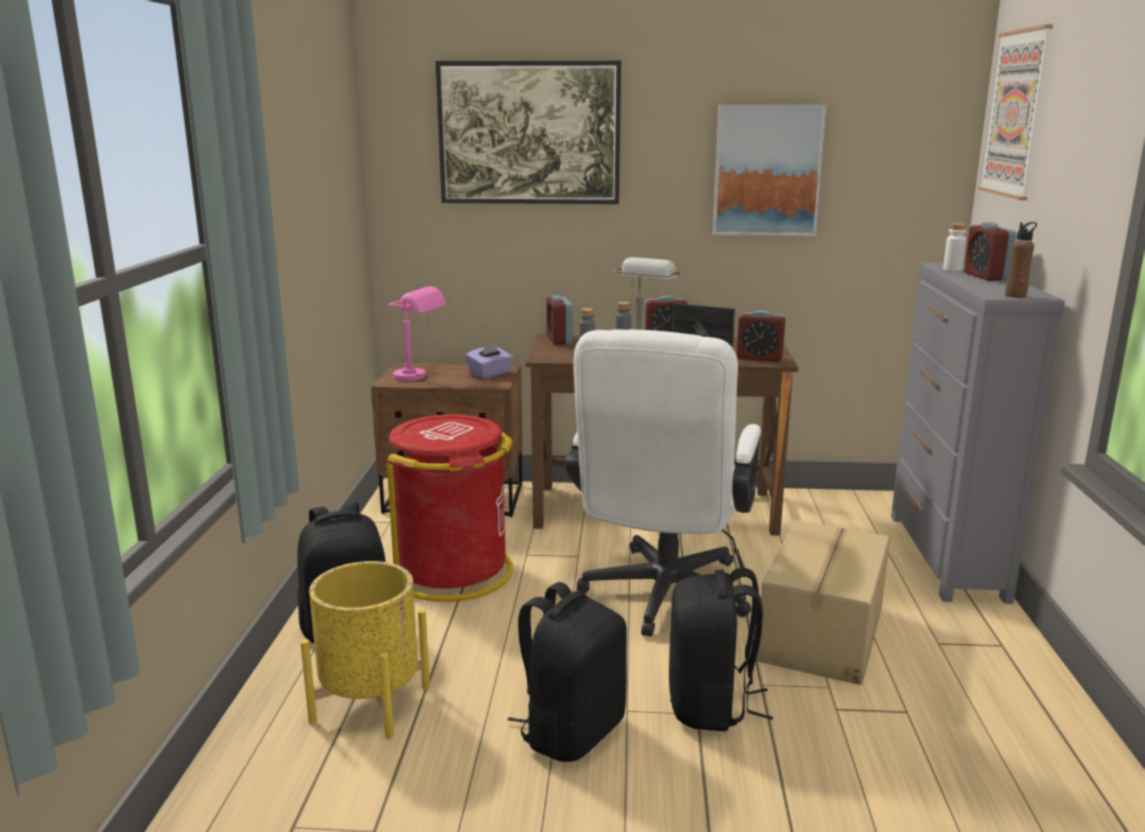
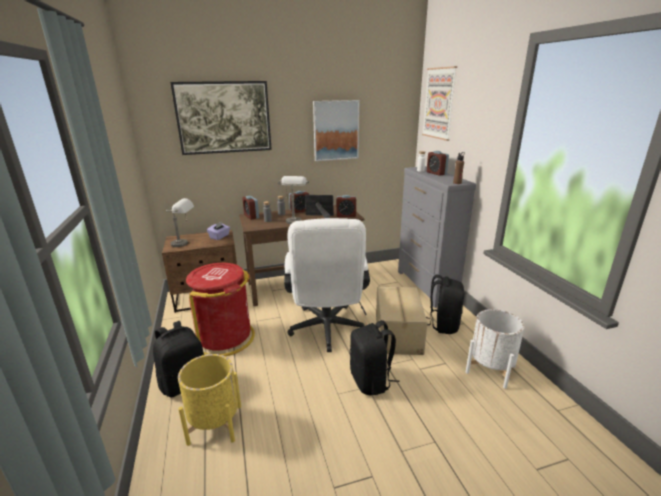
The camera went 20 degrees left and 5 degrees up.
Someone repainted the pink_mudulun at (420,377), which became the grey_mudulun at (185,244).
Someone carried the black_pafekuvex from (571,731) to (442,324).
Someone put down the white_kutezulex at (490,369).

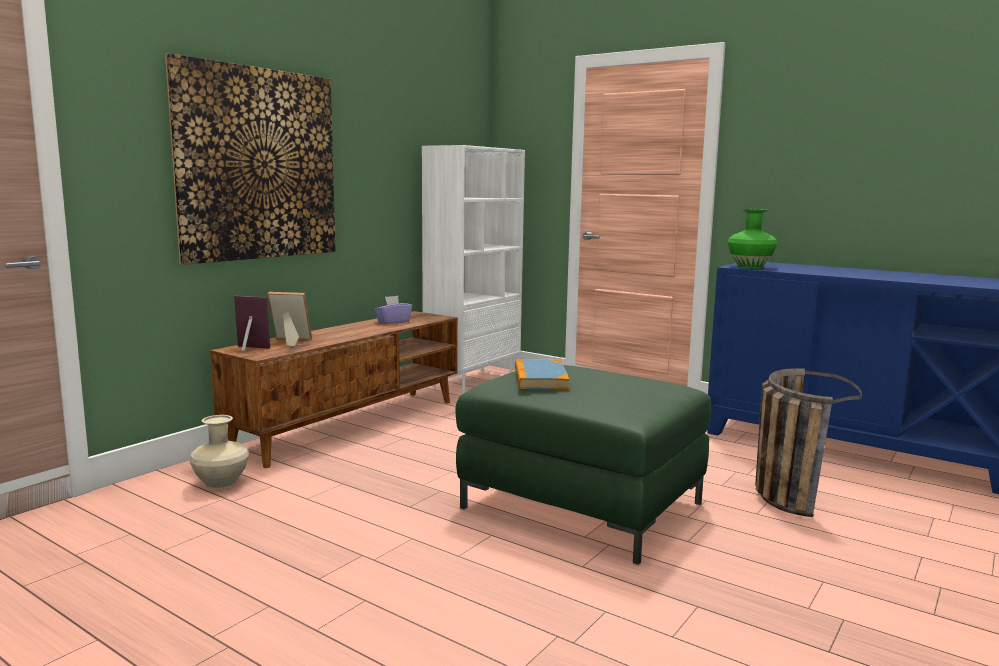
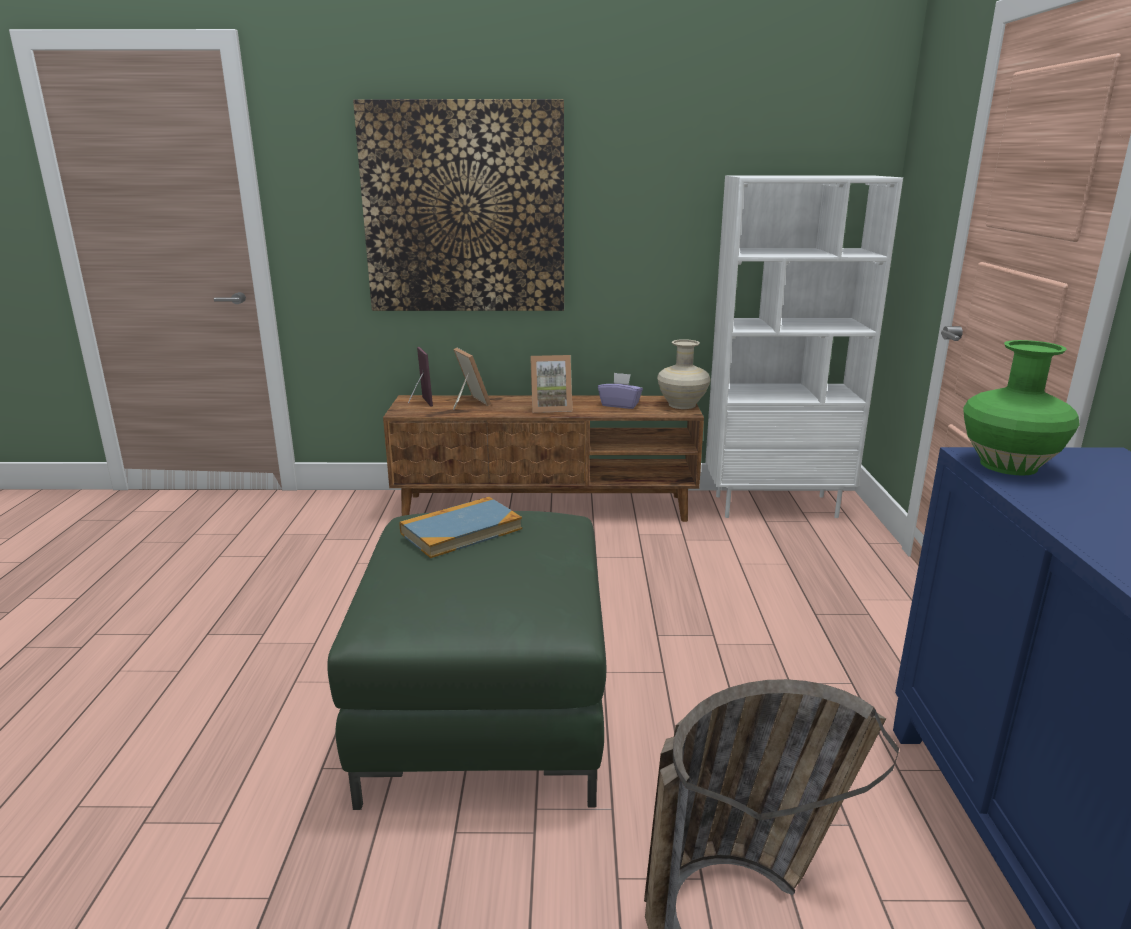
The camera went 55 degrees right and 10 degrees up.
Someone put down the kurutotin at (550,408).
Someone carried the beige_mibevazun from (220,484) to (681,405).

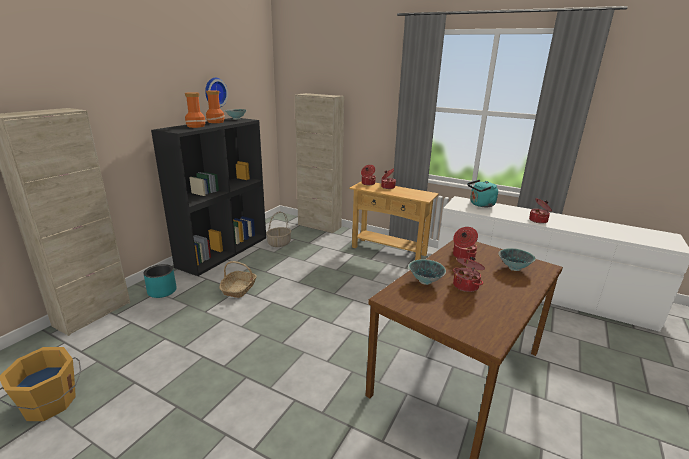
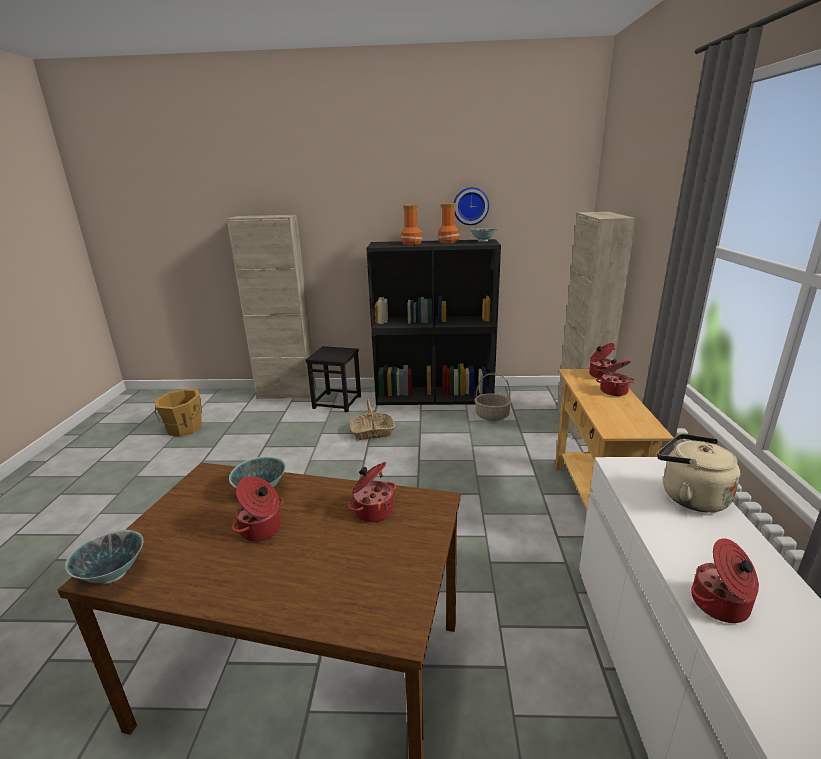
The camera went 65 degrees right and 0 degrees up.
Someone carried the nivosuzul from (514,268) to (113,575).
Someone swapped the turquoise_kutezulex at (162,291) for the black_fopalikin at (337,402).
Someone repainted the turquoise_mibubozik at (481,205), which became the beige_mibubozik at (689,496).

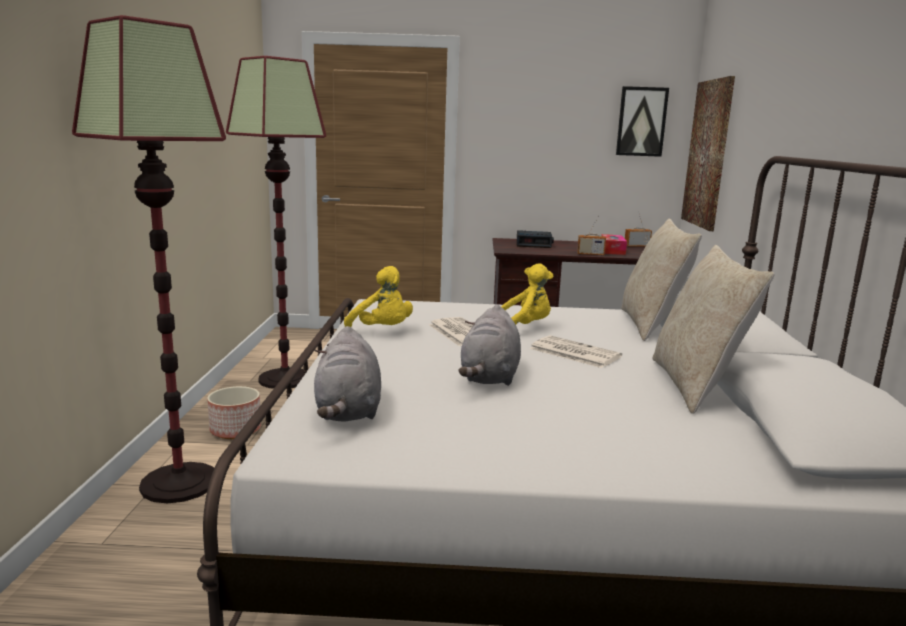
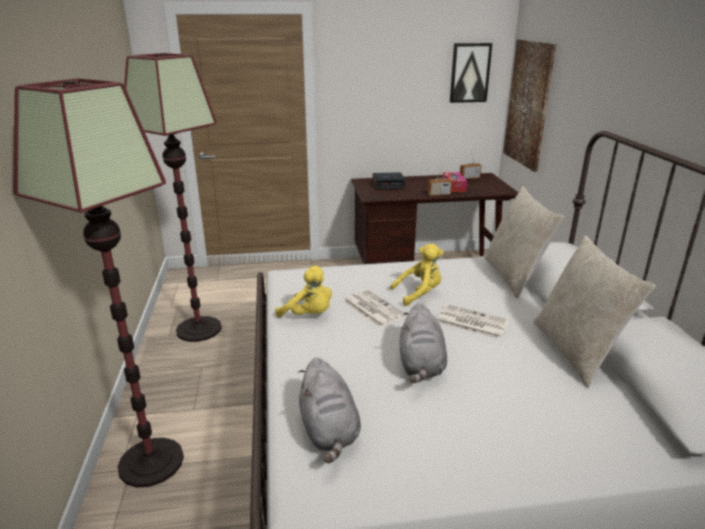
The camera went 10 degrees left and 10 degrees up.
Someone took away the kutezulex at (236,430).

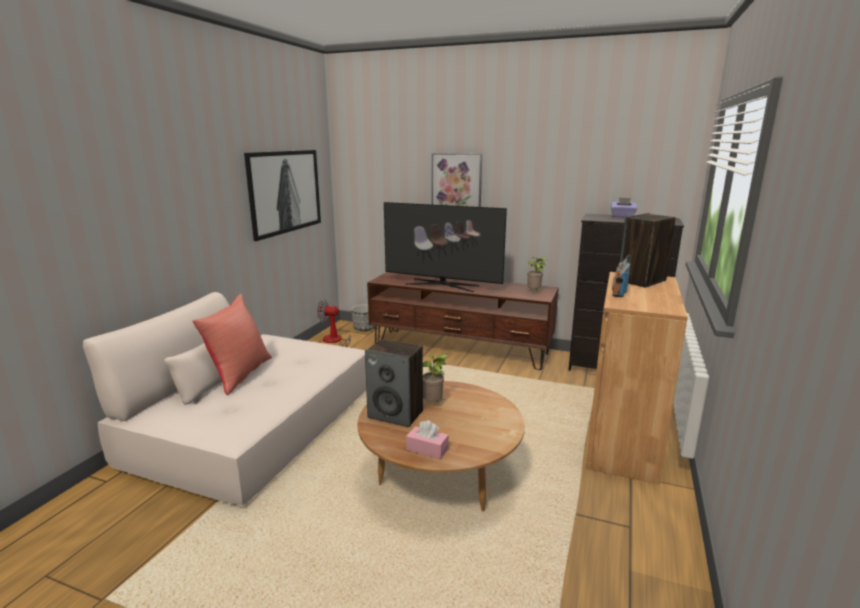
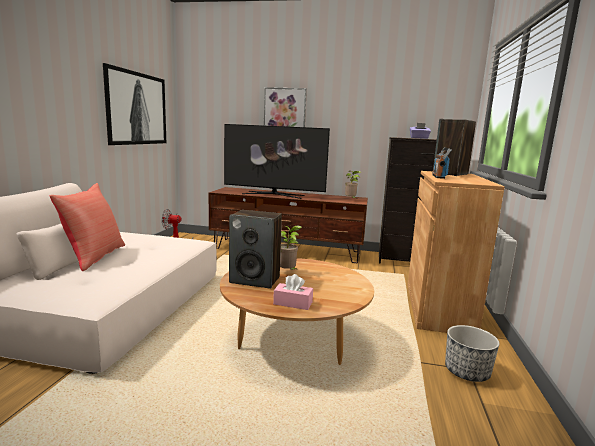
The camera went 10 degrees left and 5 degrees down.
Someone carried the kutezulex from (365,328) to (466,372).

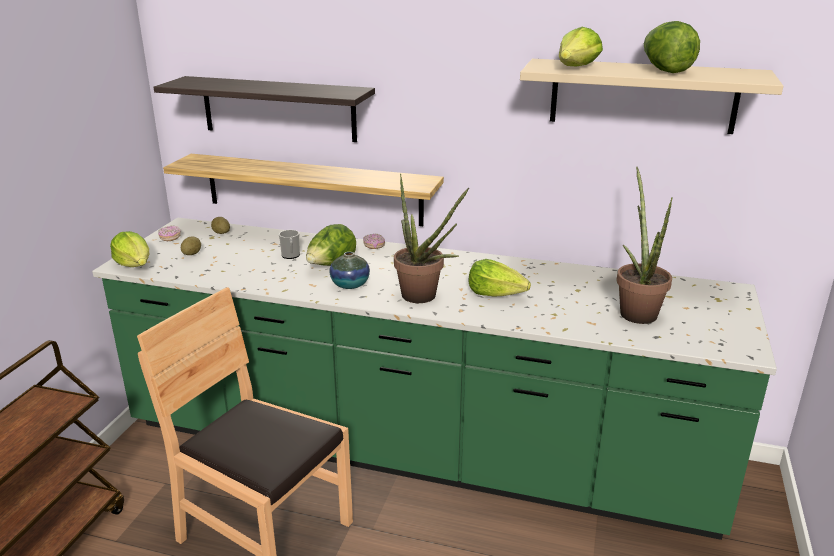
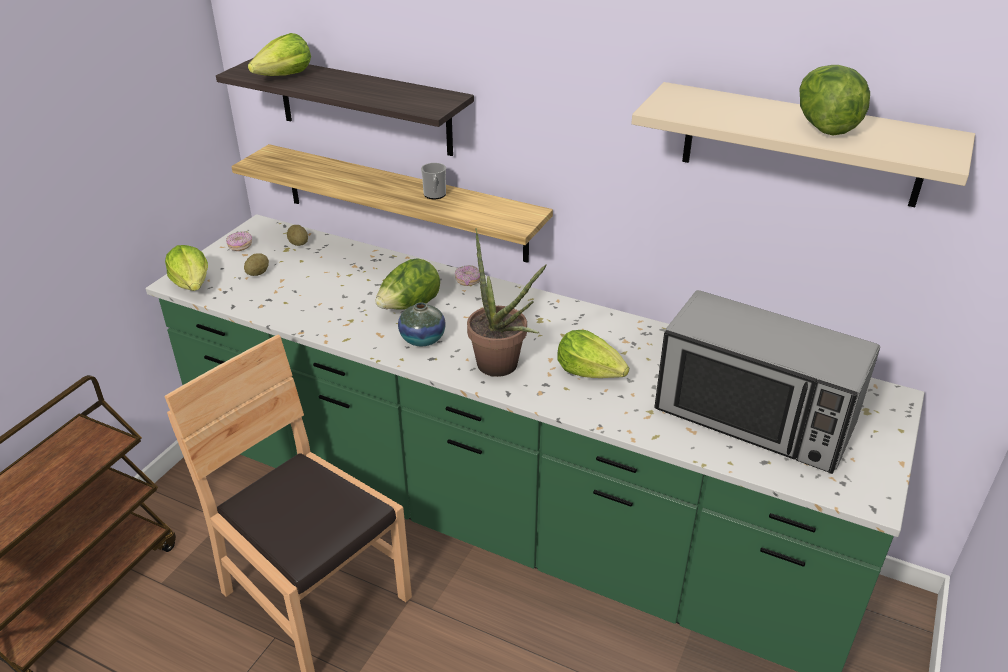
The camera went 10 degrees right and 10 degrees up.
Someone carried the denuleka from (576,68) to (285,77).
Someone carried the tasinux from (291,256) to (435,195).
Someone swapped the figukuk at (636,311) for the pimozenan at (753,418).

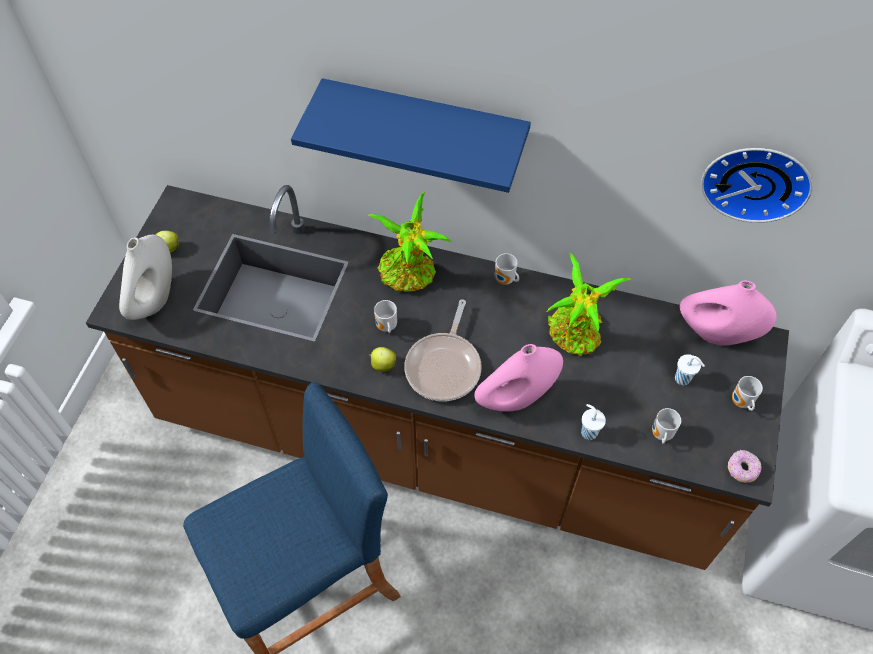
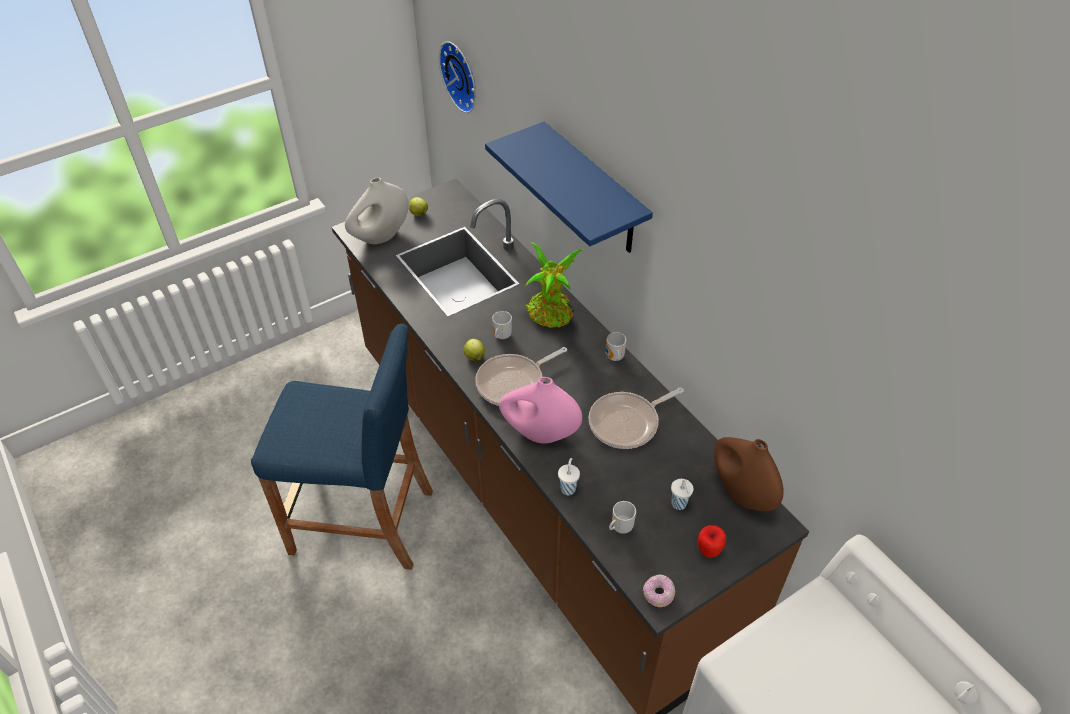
The camera went 40 degrees right and 10 degrees down.
Someone carried the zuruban from (756,180) to (462,75).
Someone swapped the figukuk at (575,335) for the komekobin at (627,423).
Someone swapped the tasinux at (740,402) for the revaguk at (708,551).
Someone repainted the pink_mibevazun at (716,334), which became the brown_mibevazun at (741,493).

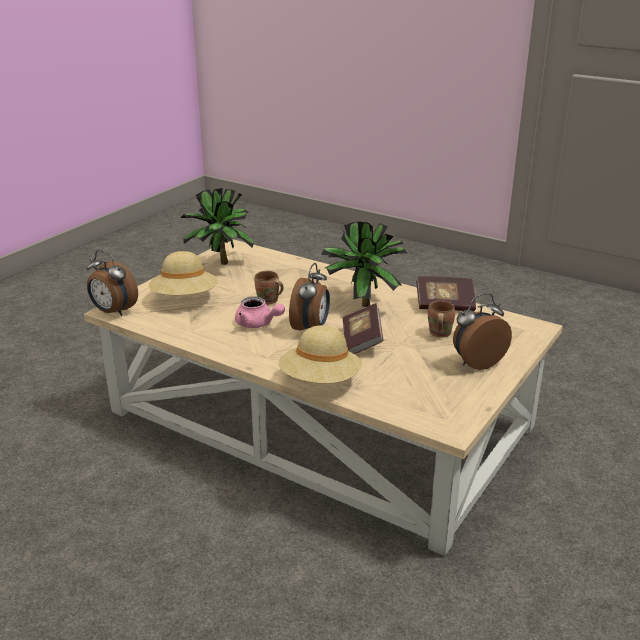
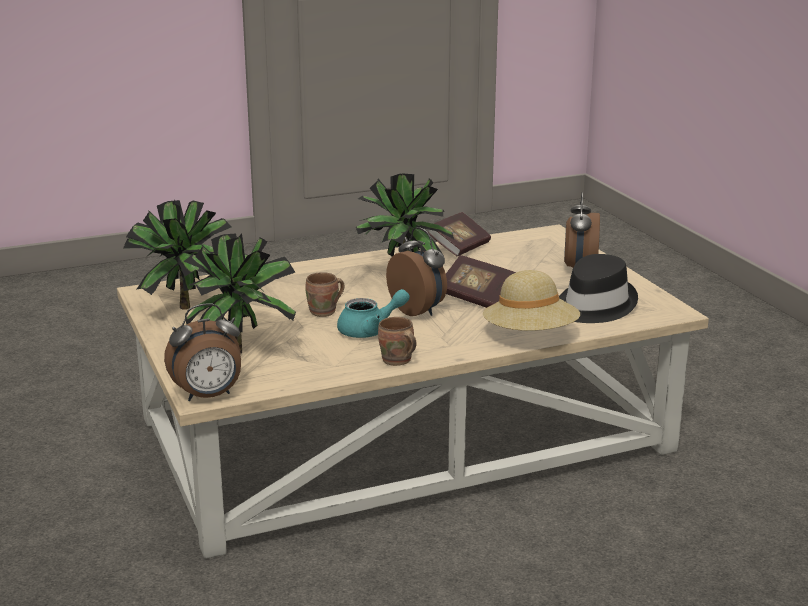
The camera went 55 degrees left and 5 degrees down.
Someone swapped the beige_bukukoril at (185,298) for the figukuk at (242,349).
Someone repainted the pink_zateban at (258,324), which became the turquoise_zateban at (370,330).
Someone carried the brown_tasinux from (438,333) to (396,361).
Someone put down the black_bukukoril at (593,306).

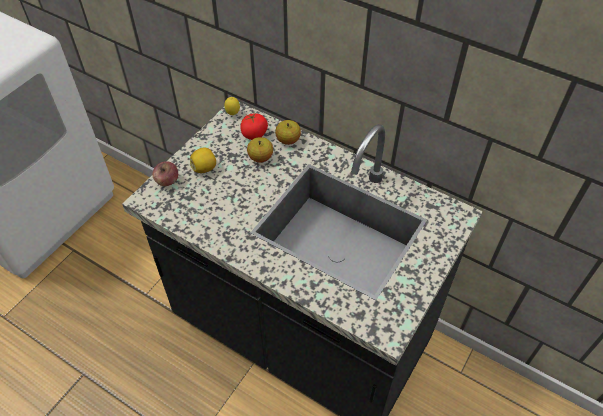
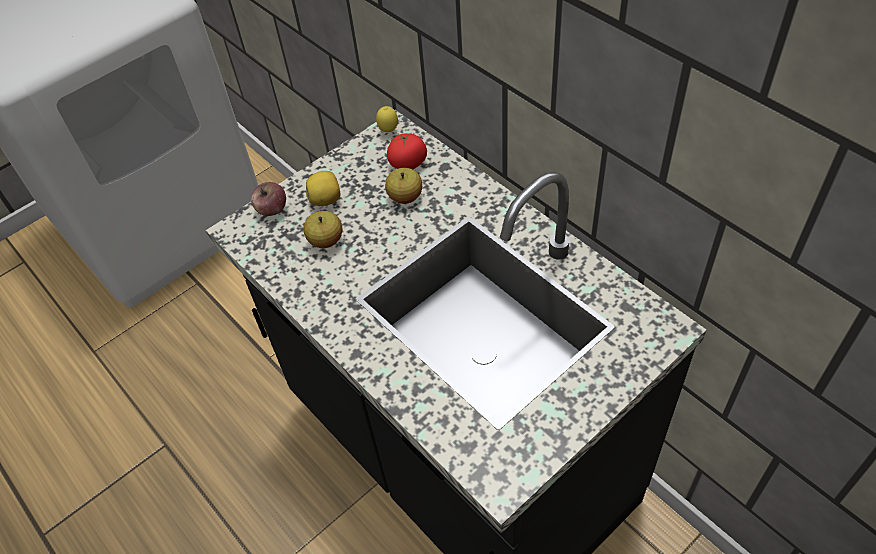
The camera went 20 degrees right and 0 degrees up.
Someone carried the revaguk from (288,140) to (326,241).

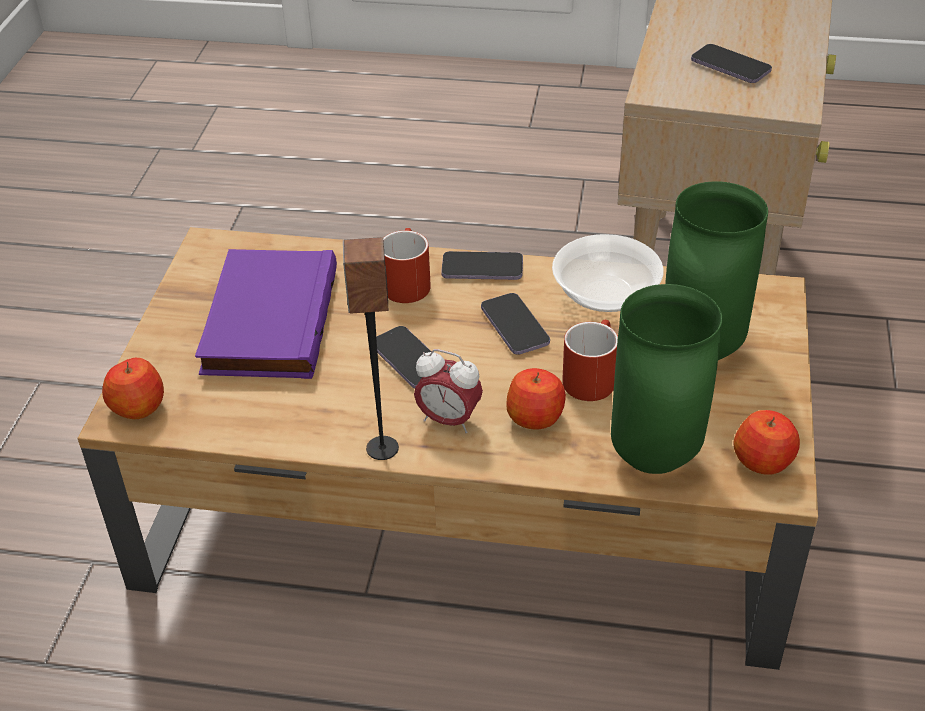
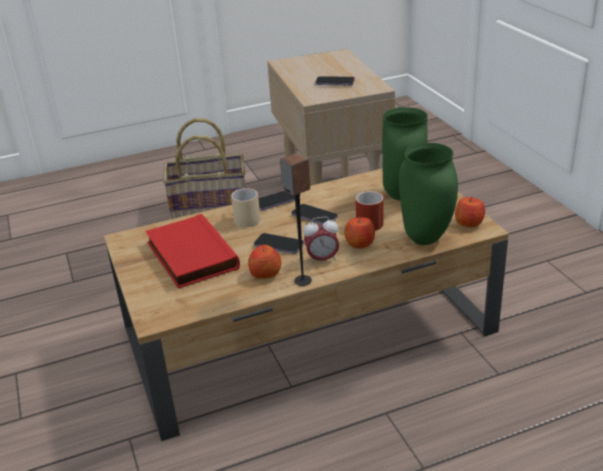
The camera went 30 degrees left and 10 degrees down.
Someone repainted the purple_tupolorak at (267,320), which became the red_tupolorak at (189,256).
Someone put down the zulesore at (210,207).
Someone repainted the red_tasinux at (405,281), which became the beige_tasinux at (244,218).
Someone carried the revaguk from (138,407) to (265,273).
Someone took away the nivosuzul at (605,294).

